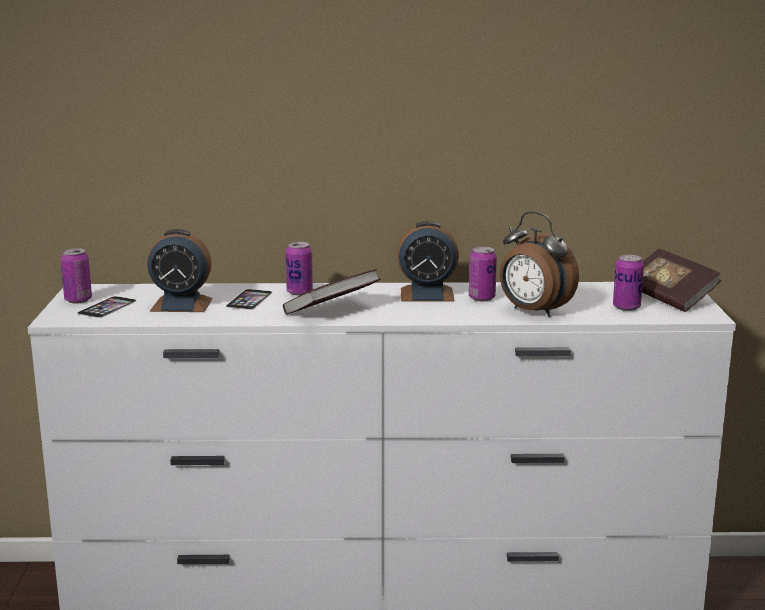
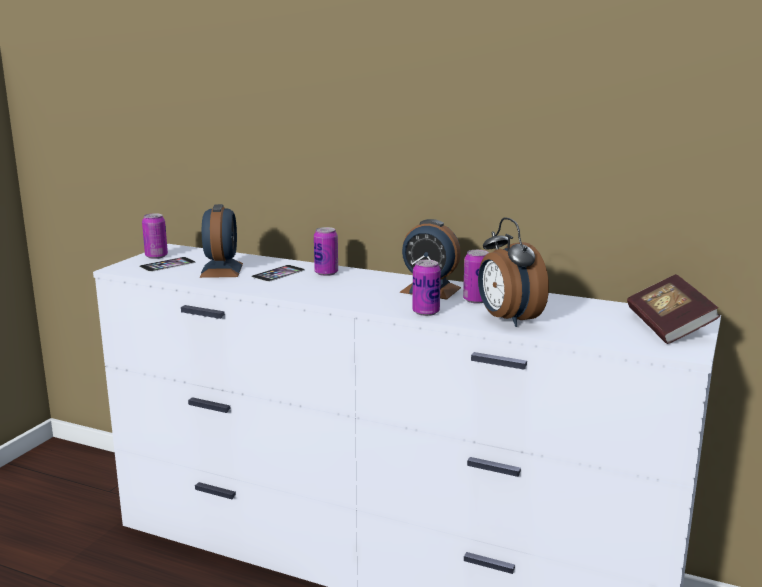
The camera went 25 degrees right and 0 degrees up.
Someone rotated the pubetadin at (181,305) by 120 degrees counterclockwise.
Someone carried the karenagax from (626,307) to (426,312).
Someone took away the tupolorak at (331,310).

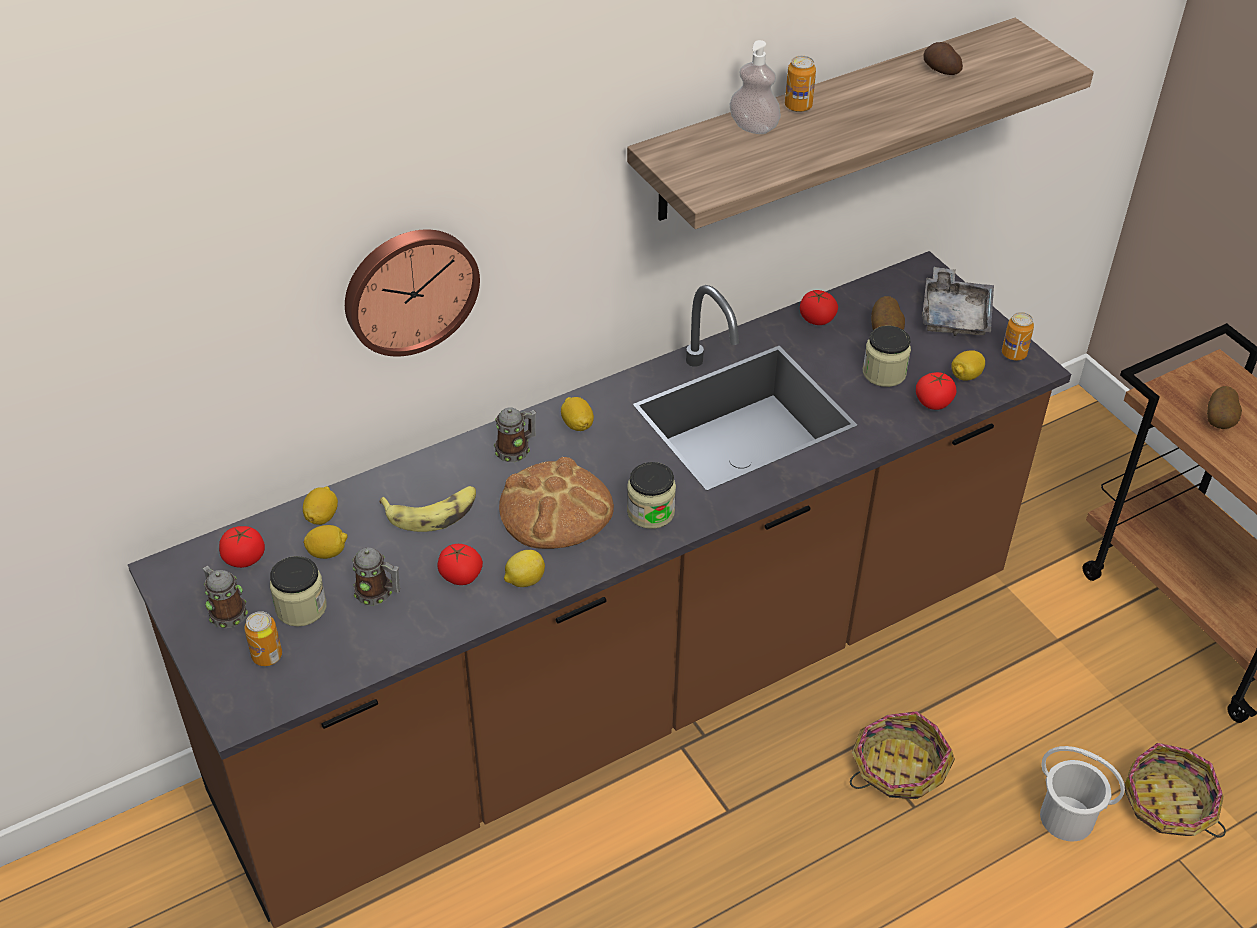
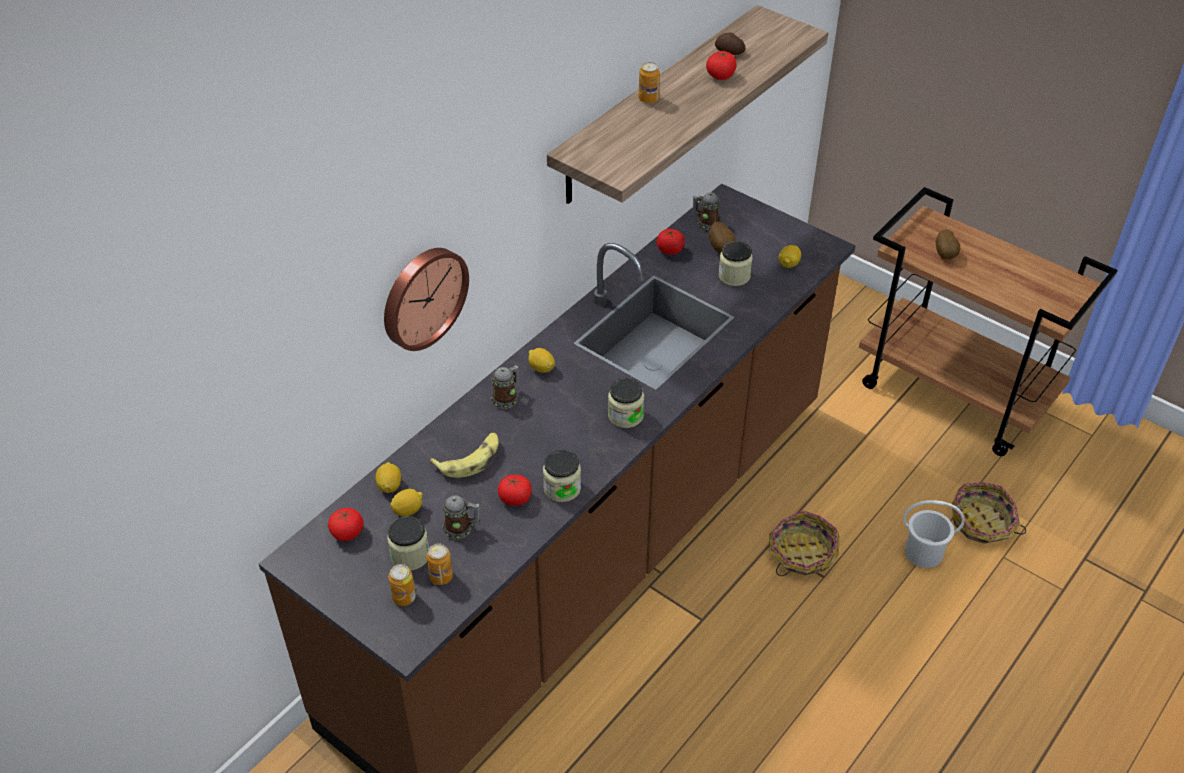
The camera went 20 degrees left and 0 degrees up.
Someone carried the karenagax from (1013,354) to (441,577).
Someone swapped the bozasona at (524,580) for the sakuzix at (562,488).
Someone carried the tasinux from (226,611) to (705,223).
Someone carried the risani from (933,402) to (720,76).
Someone took away the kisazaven at (555,509).
Someone took away the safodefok at (753,127).
Someone took away the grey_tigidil at (954,315).

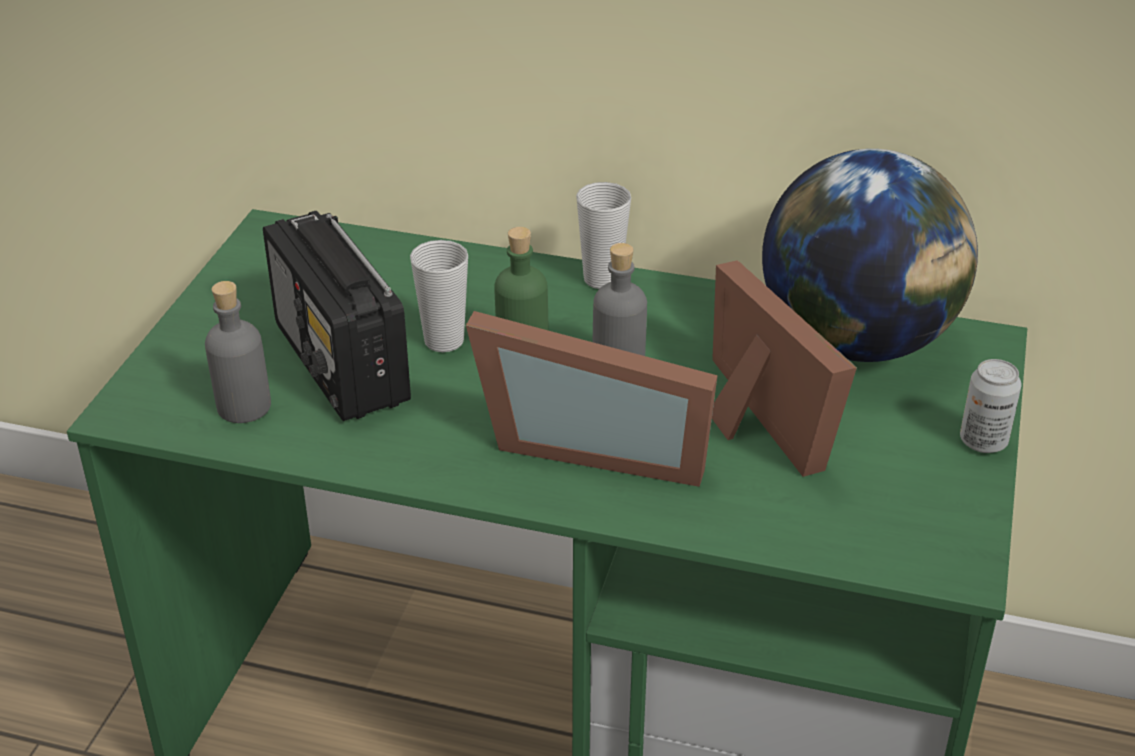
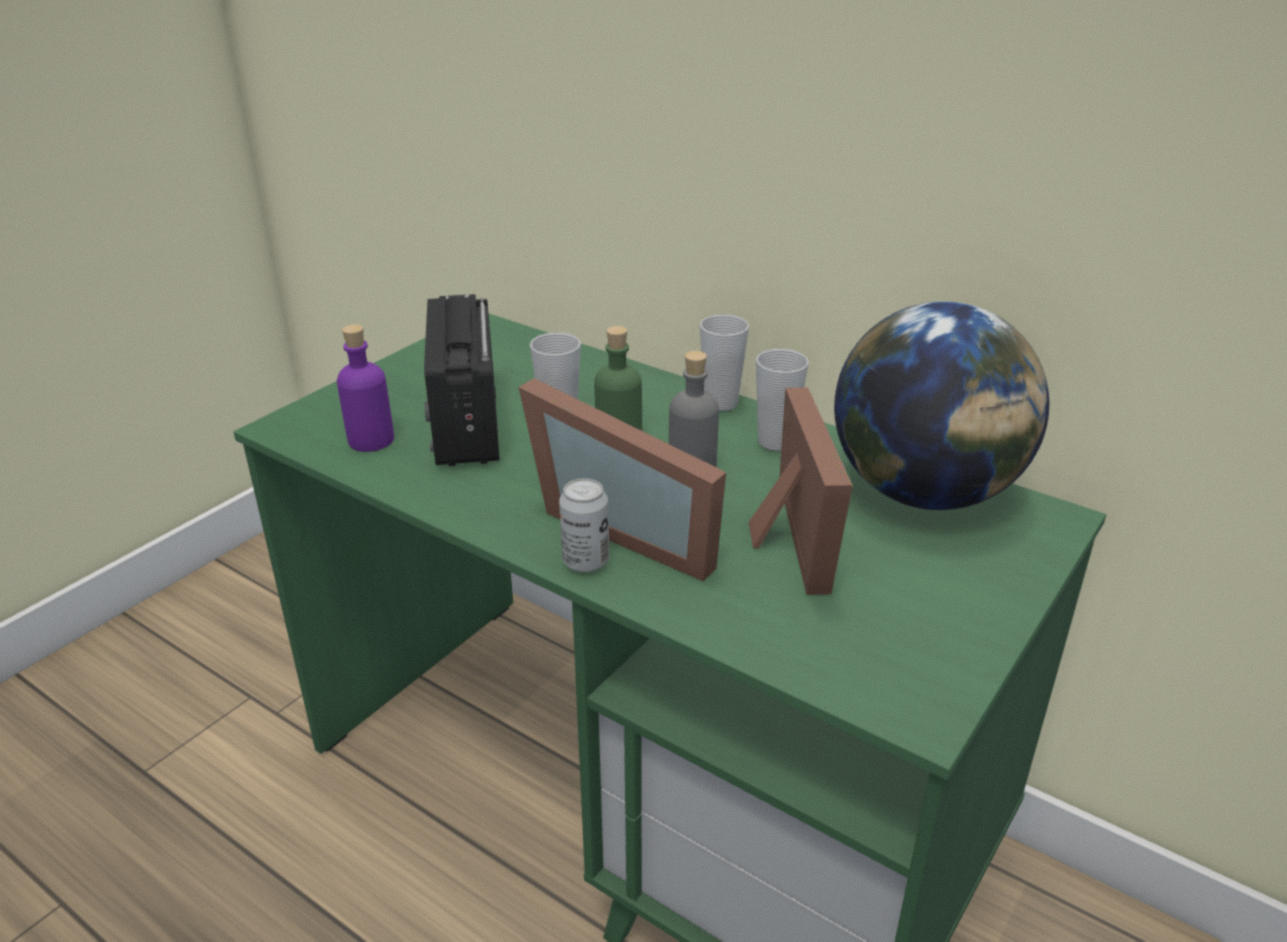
The camera went 20 degrees right and 5 degrees down.
Someone repainted the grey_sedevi at (243,406), which became the purple_sedevi at (371,440).
Someone carried the karenagax from (983,441) to (585,561).
Someone put down the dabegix at (775,442).

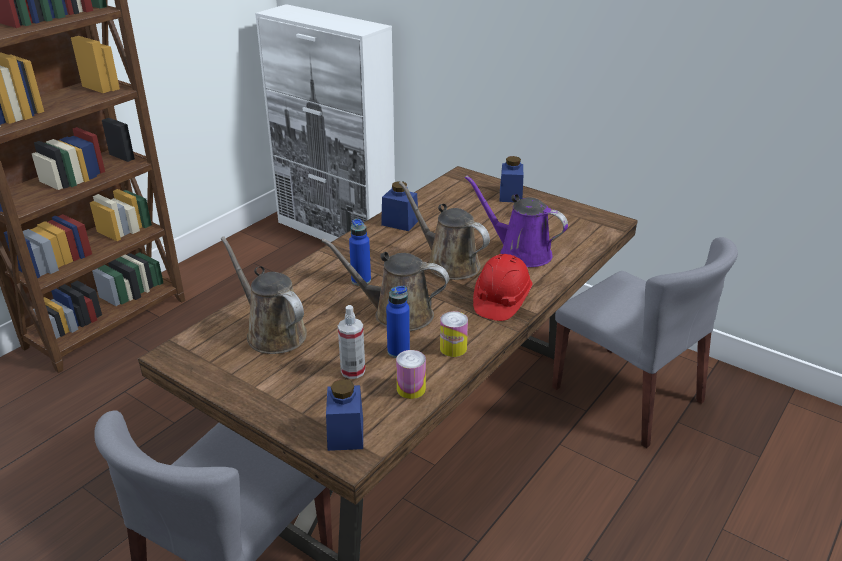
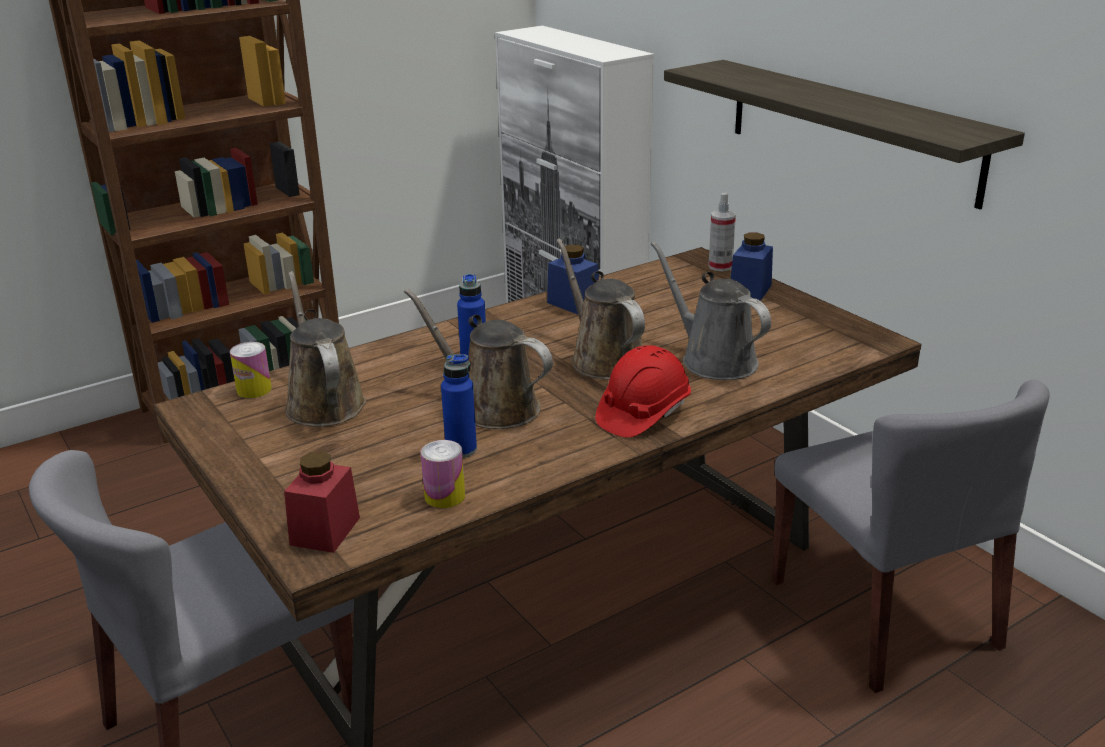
The camera went 20 degrees right and 5 degrees down.
Someone carried the karenagax from (453,348) to (254,390).
Someone repainted the blue_sakuzix at (345,434), which became the red_sakuzix at (325,531).
Someone repainted the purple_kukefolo at (520,252), which became the grey_kukefolo at (713,360).
Someone put up the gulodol at (850,129).
Someone carried the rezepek from (353,371) to (720,266).

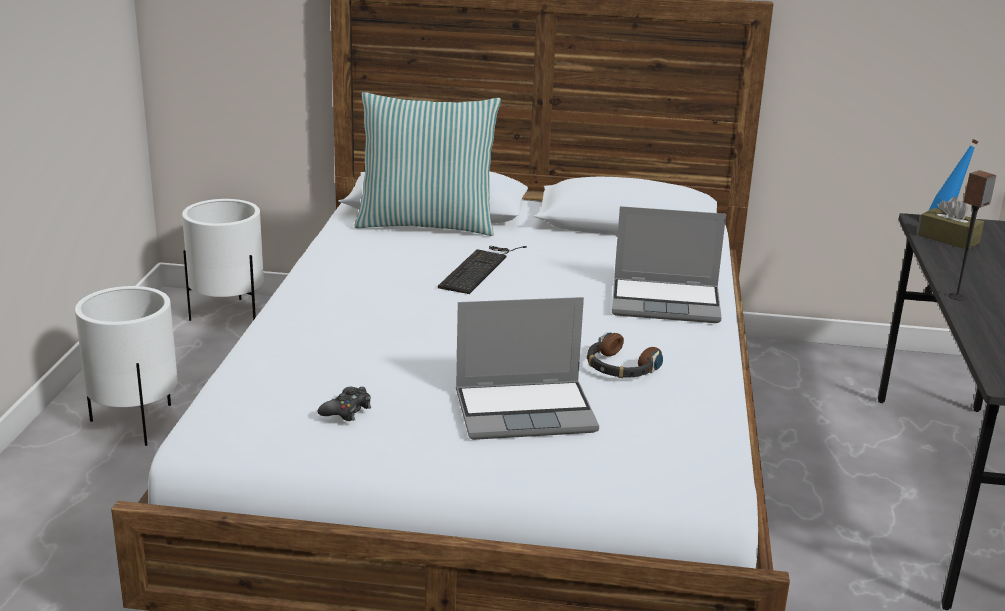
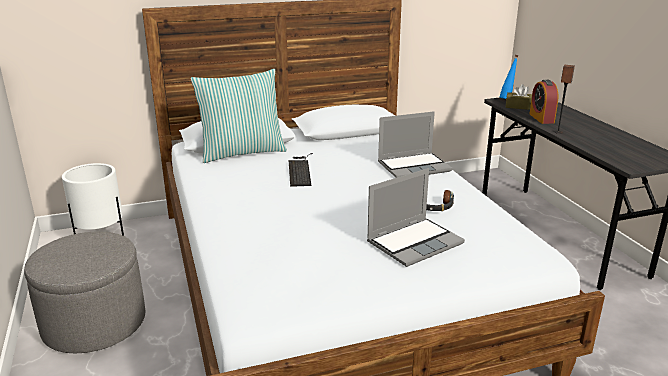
The camera went 25 degrees left and 0 degrees up.
Someone swapped the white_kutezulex at (136,423) for the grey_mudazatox at (94,324).
Someone put down the pubetadin at (541,118).
Someone took away the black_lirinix at (346,410).

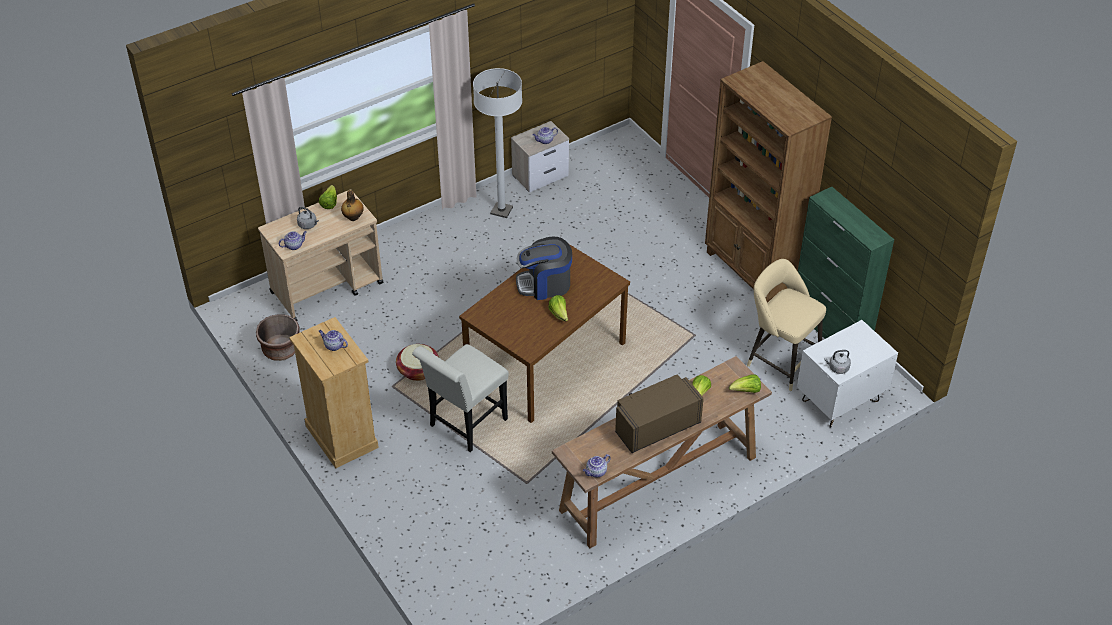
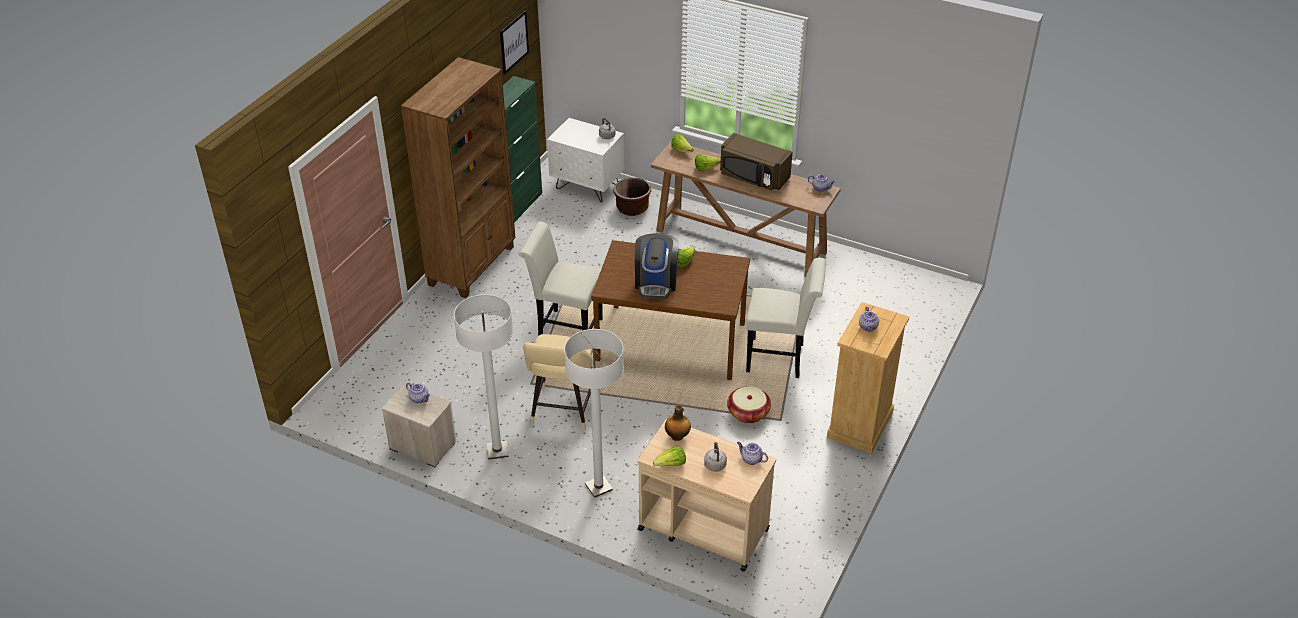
The camera went 120 degrees left and 5 degrees down.
Someone put up the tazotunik at (514,42).
Someone put down the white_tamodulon at (565,329).
Someone carried the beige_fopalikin from (780,361) to (562,411).
Someone put down the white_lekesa at (598,487).
Someone carried the brown_kutezulex from (280,349) to (632,208).
Someone rotated the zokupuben at (545,284) by 45 degrees clockwise.

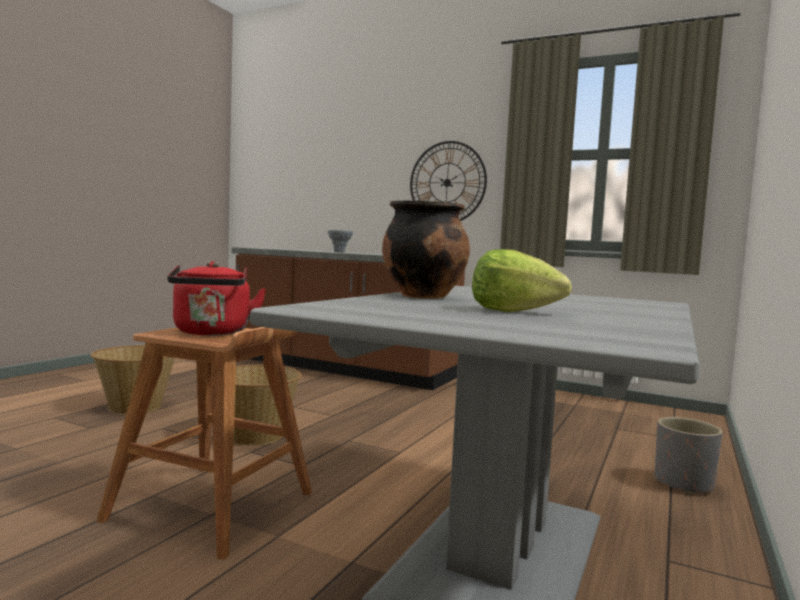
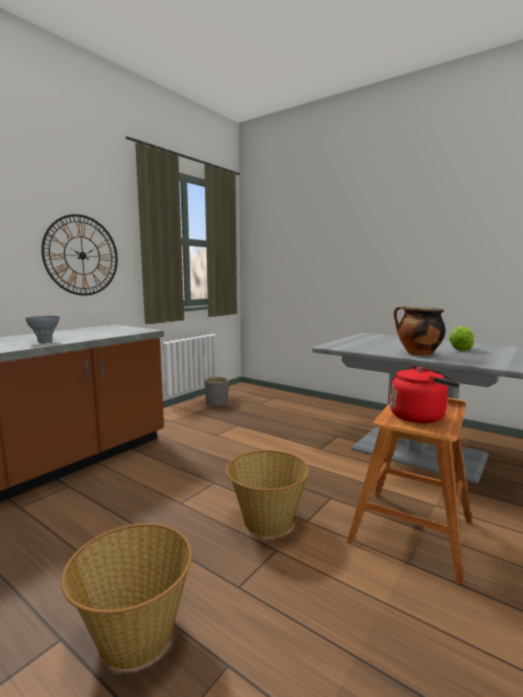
The camera went 80 degrees left and 5 degrees up.
Someone carried the grey_kutezulex from (683,484) to (217,403).

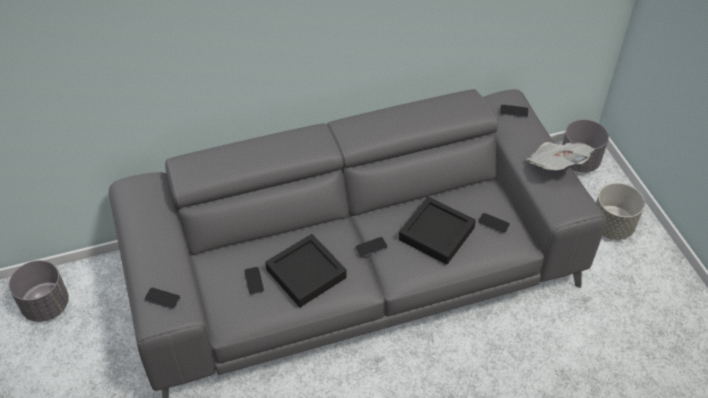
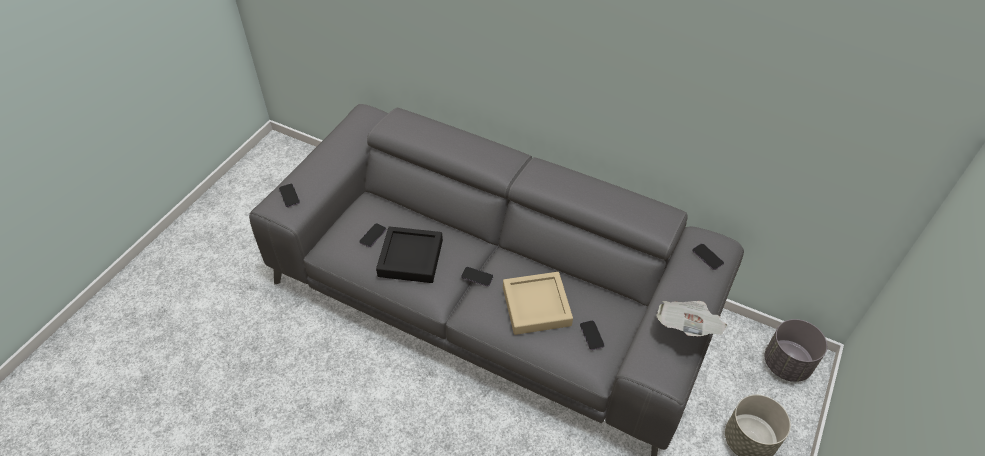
The camera went 45 degrees right and 0 degrees up.
Someone repainted the black_tigidil at (436,234), which became the beige_tigidil at (536,306).
Someone took away the grey_kutezulex at (46,305).

